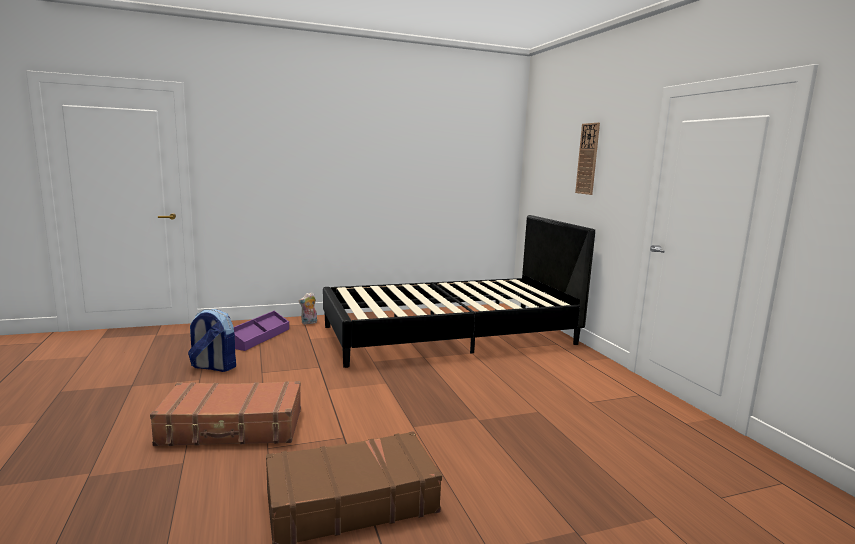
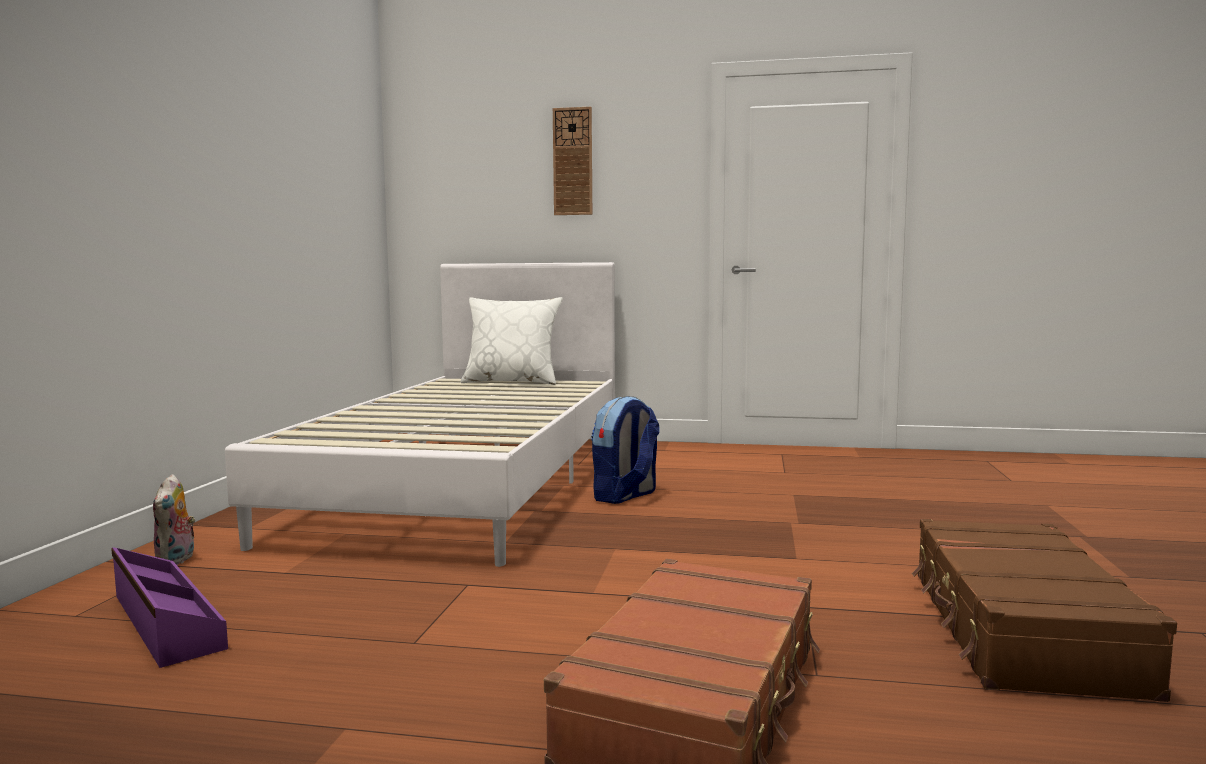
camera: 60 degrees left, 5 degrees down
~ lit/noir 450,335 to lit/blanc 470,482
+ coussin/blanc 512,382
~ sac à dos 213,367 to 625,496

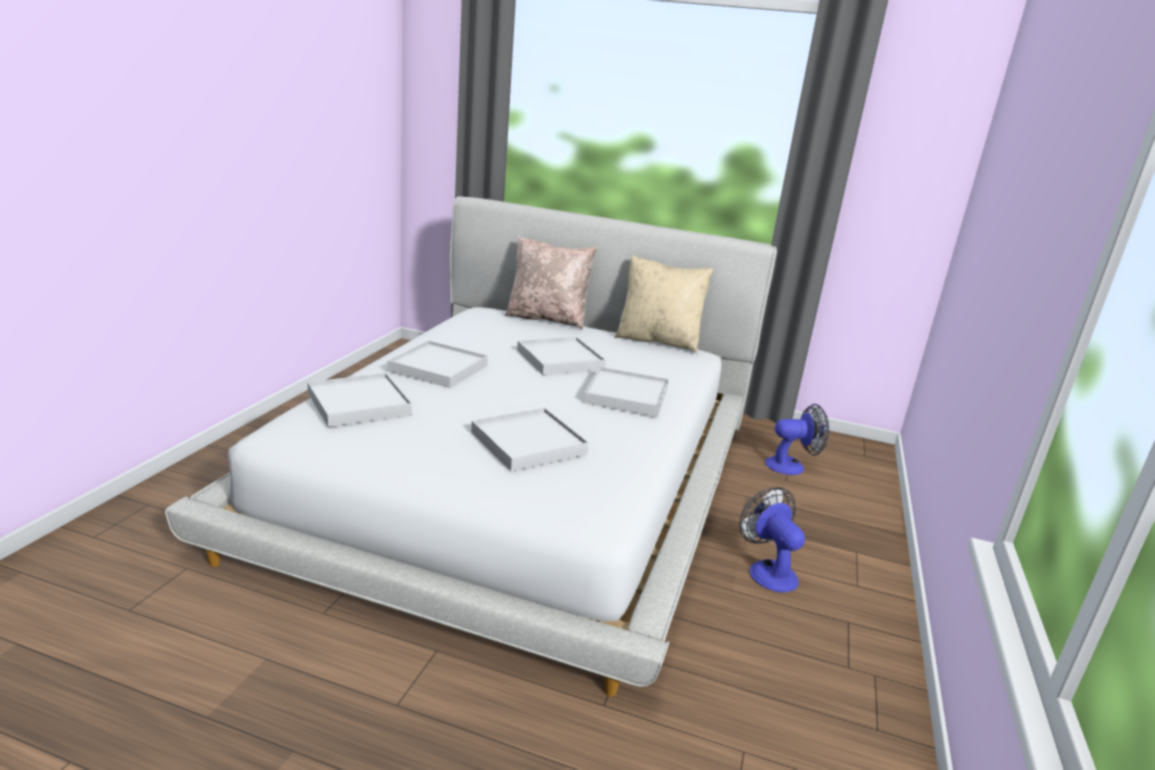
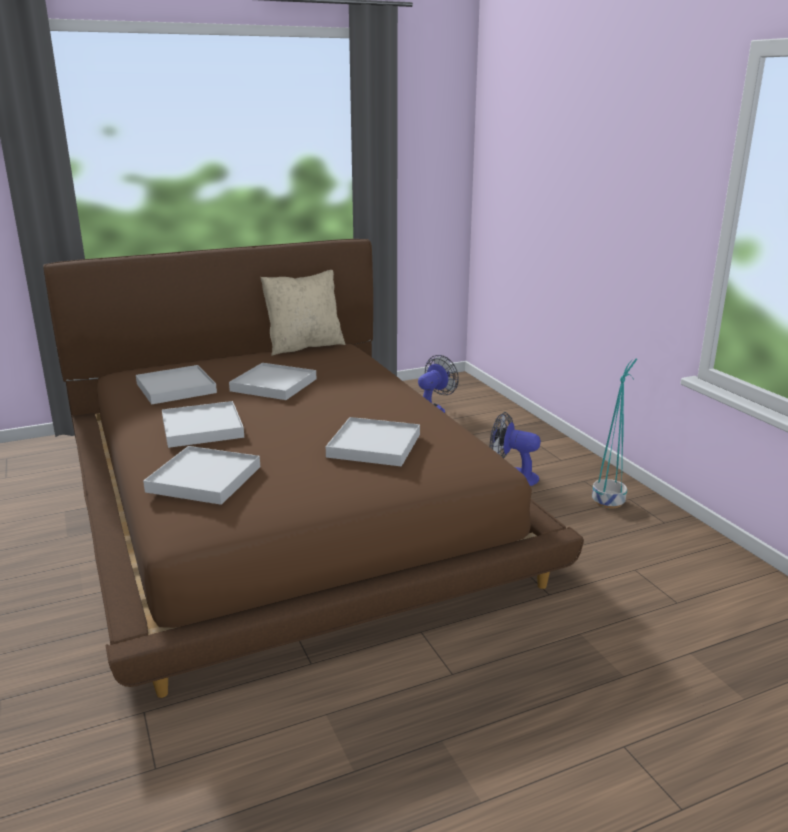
camera: 40 degrees left, 0 degrees up
~ lit/blanc 521,476 to lit/marron 284,501
~ plateau/blanc 627,395 to 176,388
+ cache-pot/turquoise 609,501
- coussin/beige 547,318

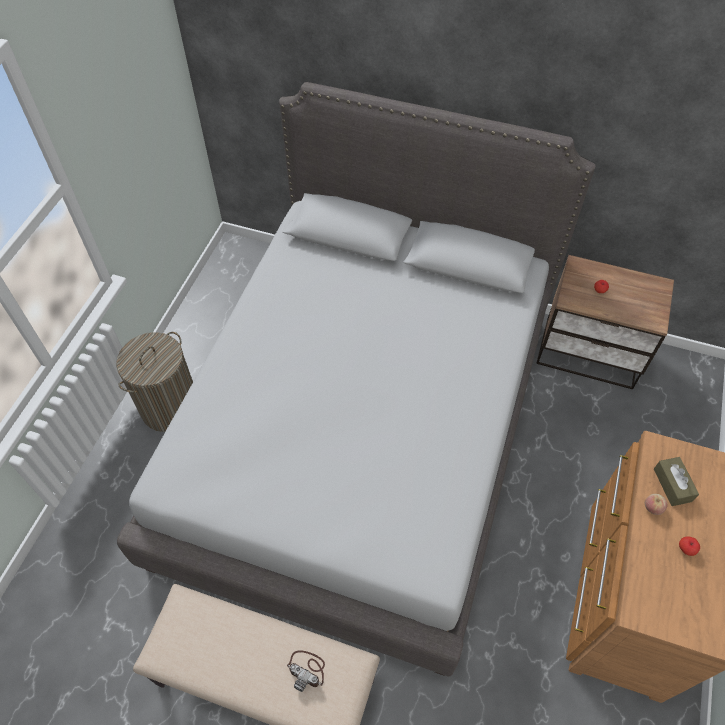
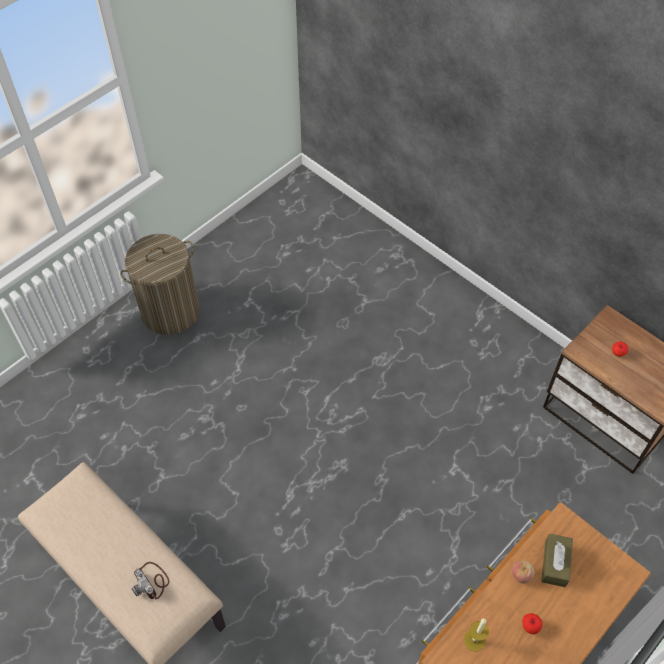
camera: 25 degrees right, 0 degrees up
+ bougie 474,640
- lit/gris 363,431

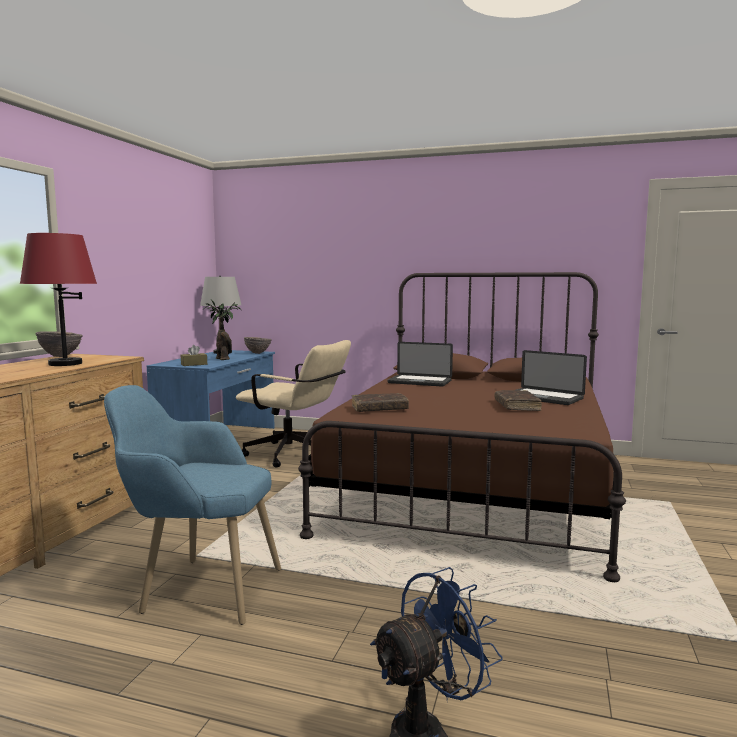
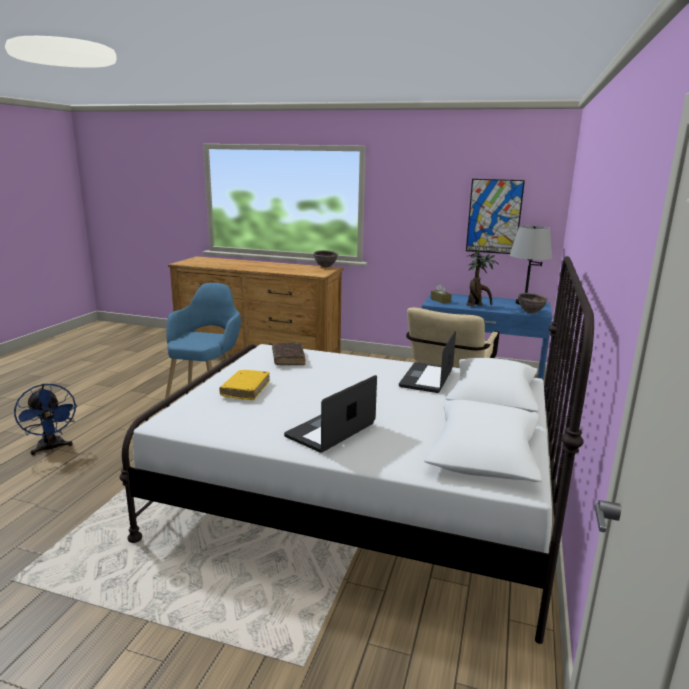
camera: 90 degrees right, 10 degrees up
~ lit/marron 473,488 to lit/blanc 359,498
+ livre/jaune 245,390
+ tableau 494,216
- lampe de table/rouge 65,364
- livre/marron 516,406

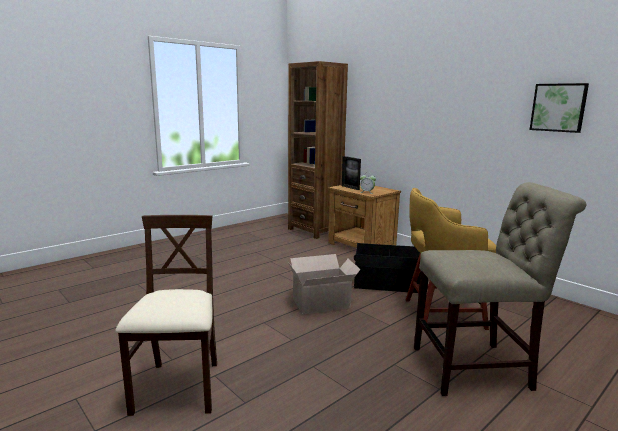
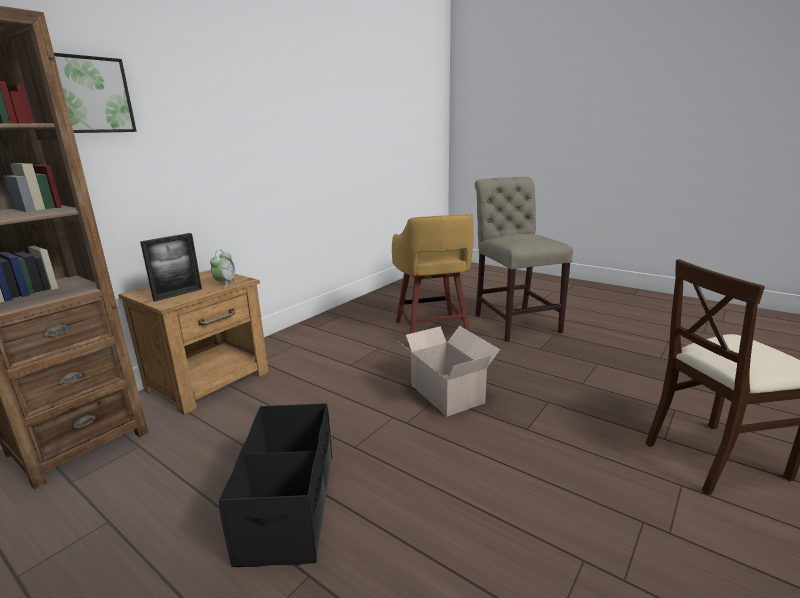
camera: 100 degrees left, 5 degrees up
~ tableau 558,107 to 89,95
~ boîte de rangement/noir 387,284 to 289,505

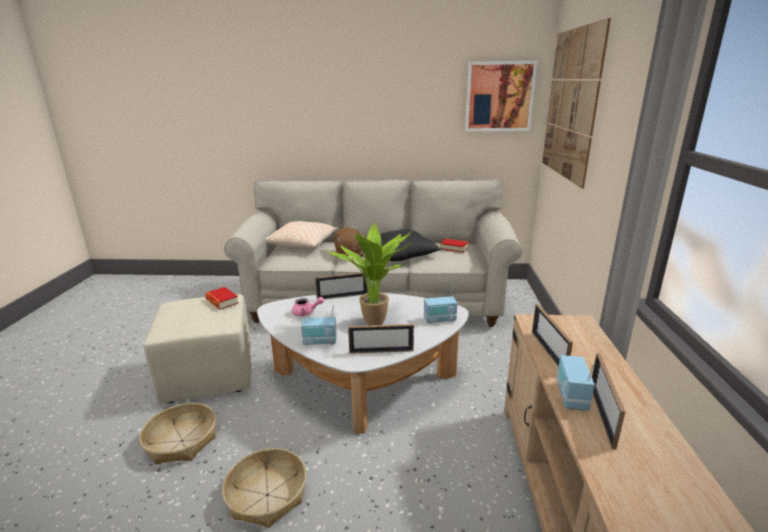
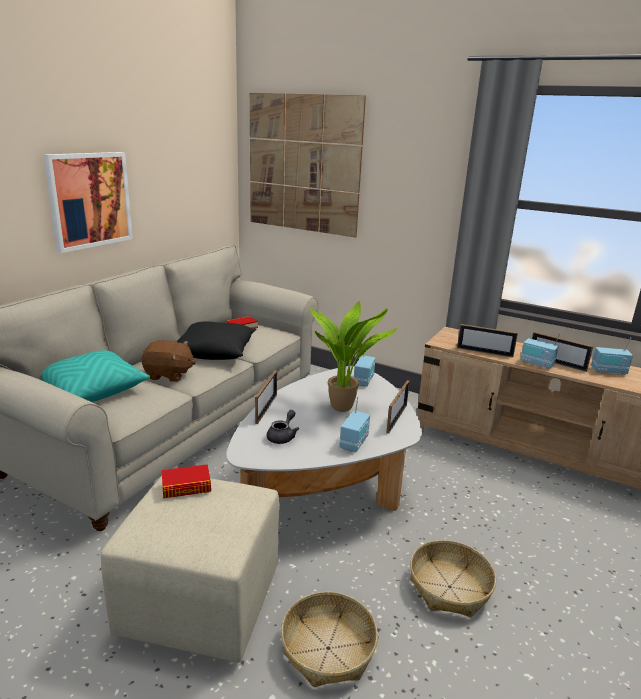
camera: 65 degrees left, 0 degrees up
~ coussin/beige 302,244 to coussin/turquoise 91,390
~ tableau 499,96 to 89,200
~ théière/rose 306,313 to théière/gris 283,436
+ radio 608,371

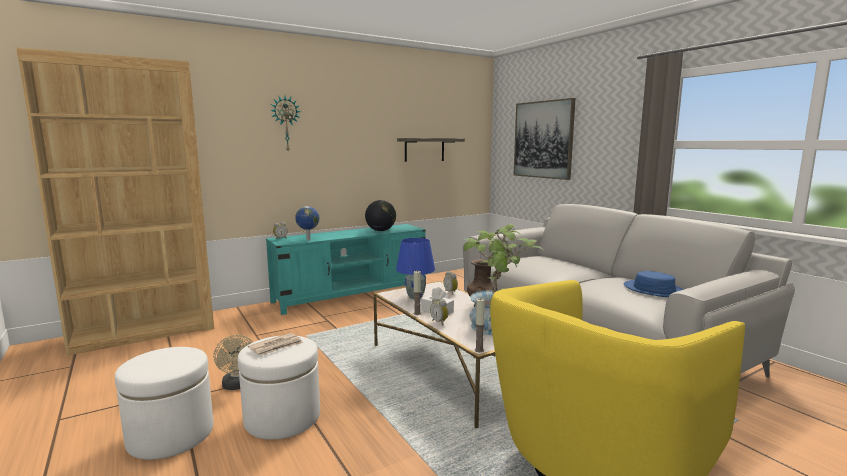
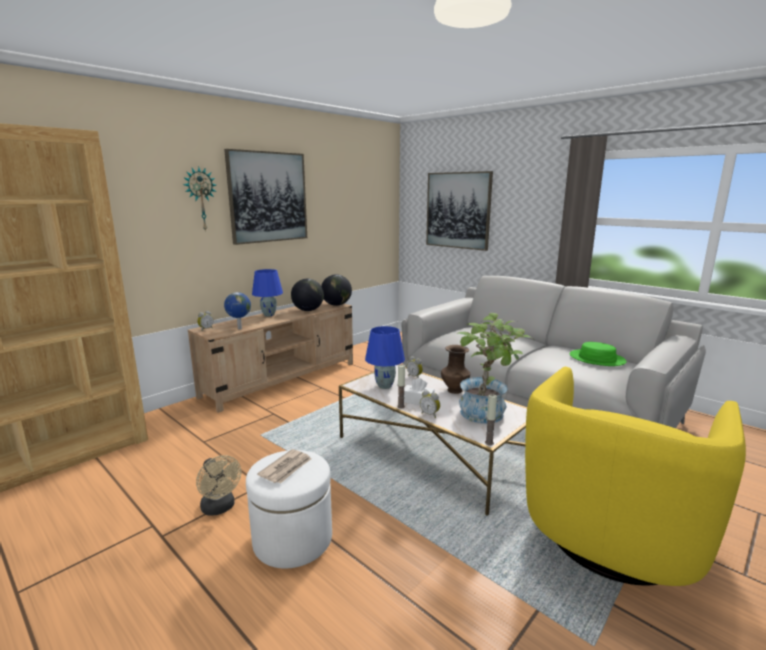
camera: 15 degrees left, 5 degrees up
~ meuble télé/turquoise 352,295 to meuble télé/beige 282,379
+ tableau 268,197
+ lampe de table/bleu 268,315
+ globe 336,305
~ chapeau/bleu 654,290 to chapeau/vert 597,359
- pouf/blanc 171,435
- étagère 424,149

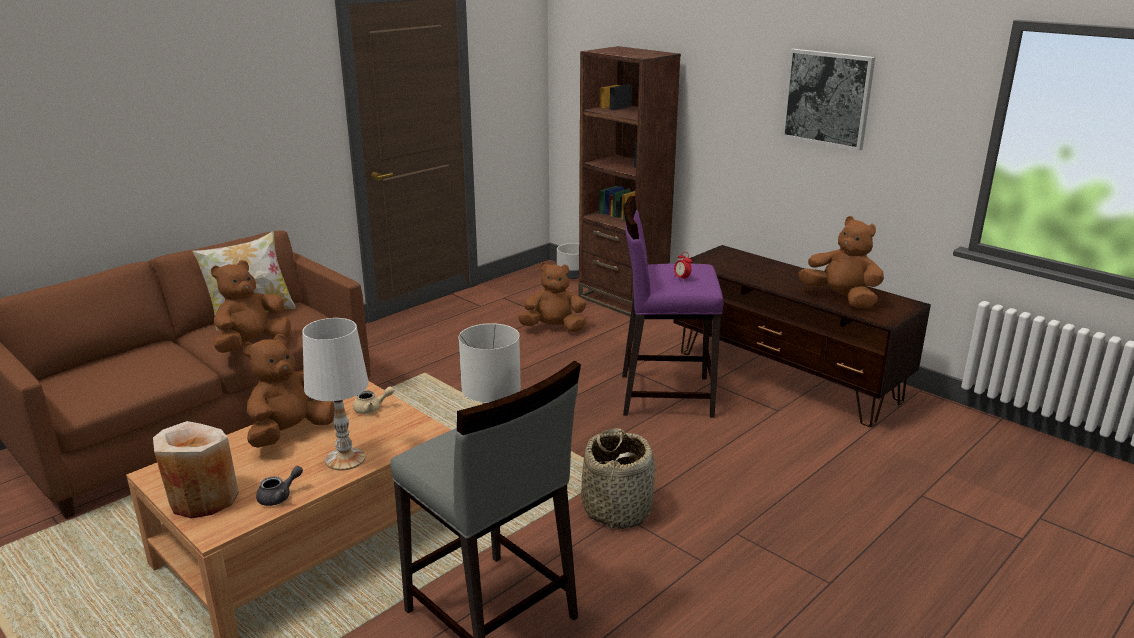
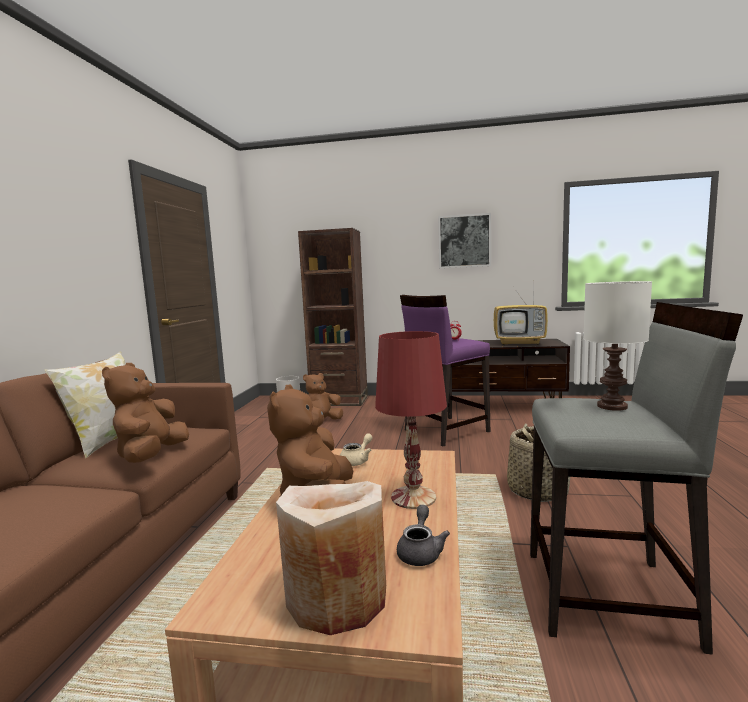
camera: 35 degrees left, 15 degrees down
~ lampe de table/blanc 345,459 to lampe de table/rouge 413,497
~ peluche/marron 841,299 to téléviseur 520,343

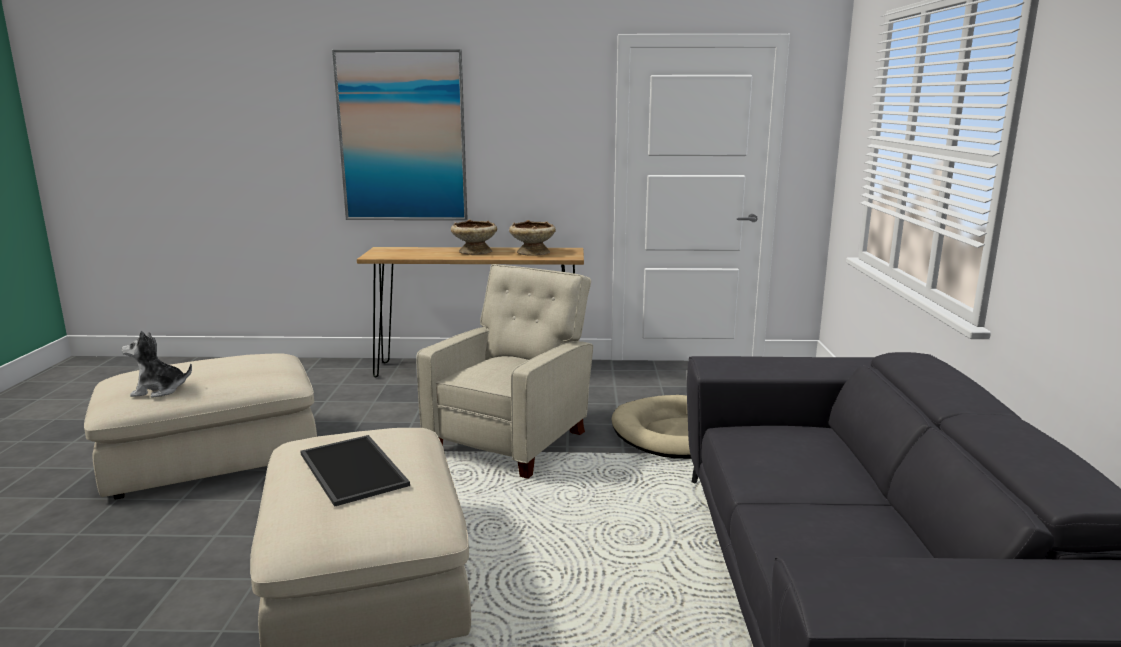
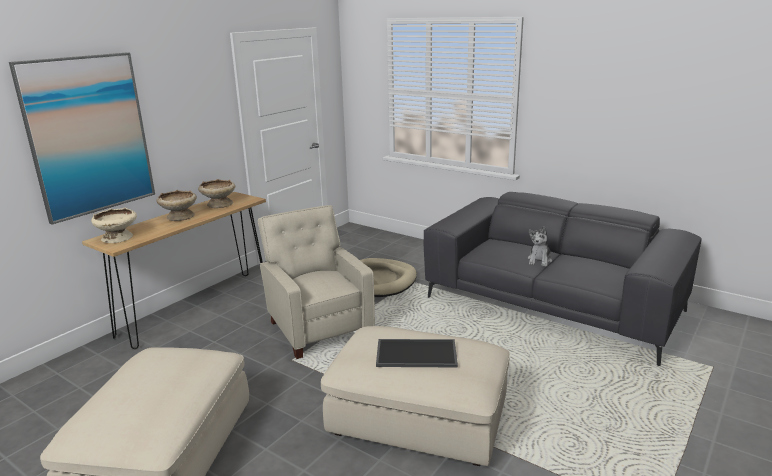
camera: 55 degrees left, 5 degrees up
+ bol/beige 118,237
~ peluche 159,390 to 539,260

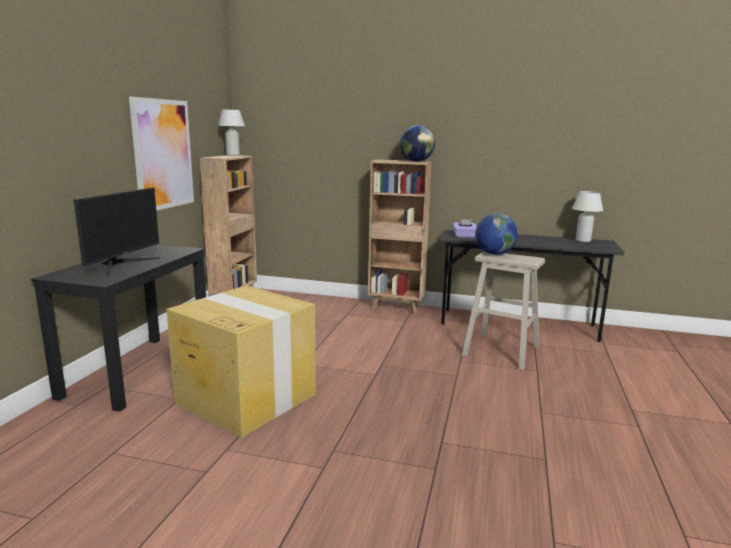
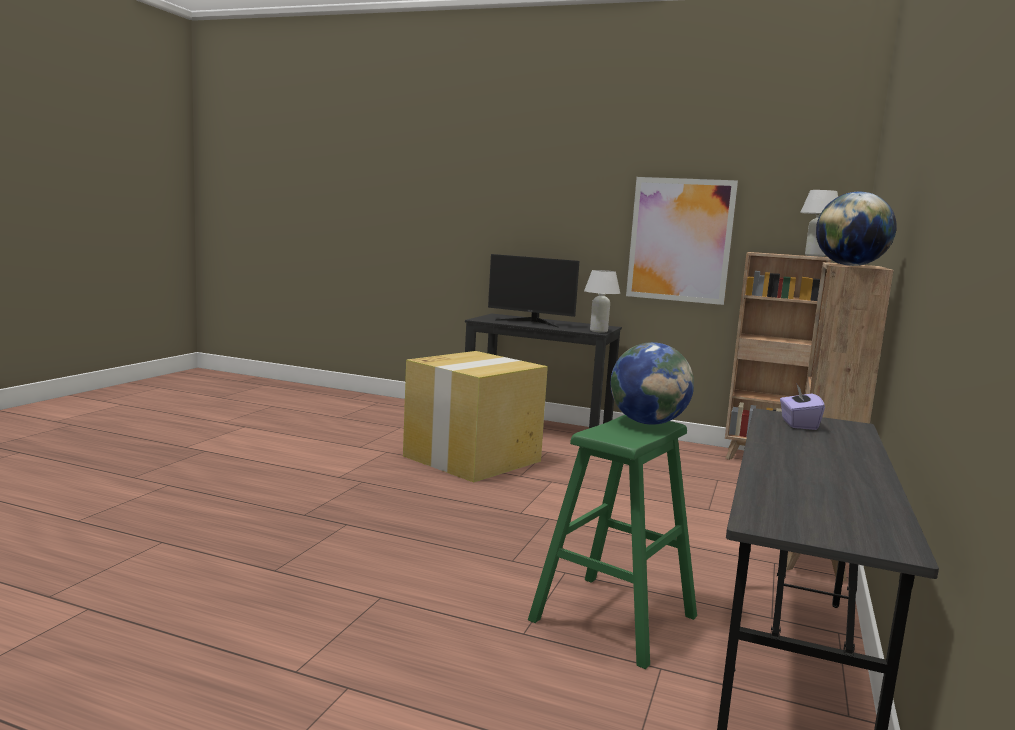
camera: 95 degrees right, 5 degrees down
~ tabouret/beige 500,351 to tabouret/vert 614,618
~ lampe de table/blanc 583,241 to 598,331

